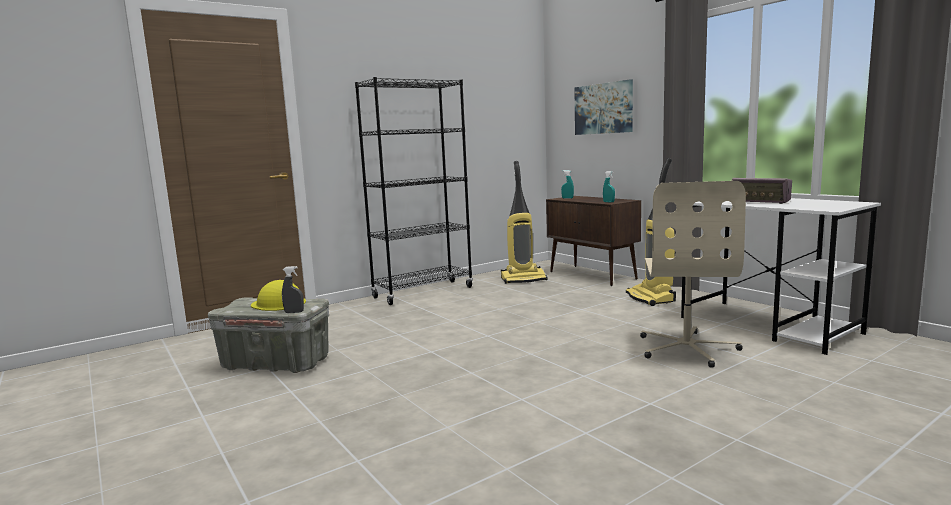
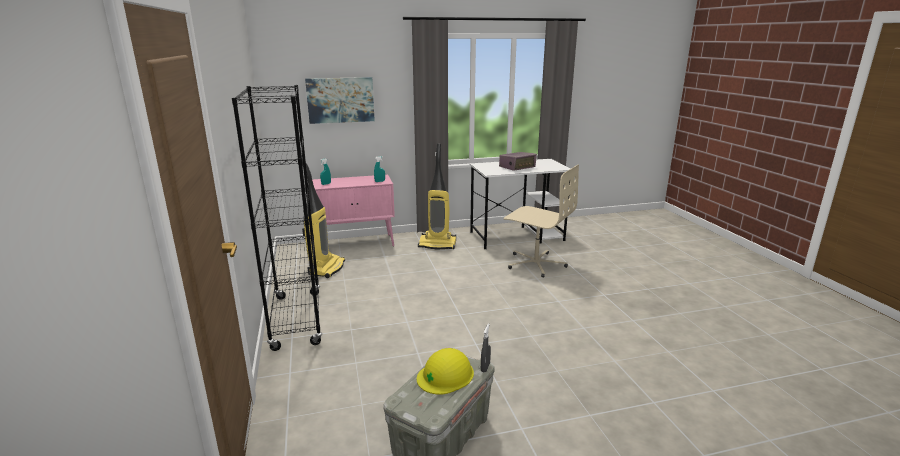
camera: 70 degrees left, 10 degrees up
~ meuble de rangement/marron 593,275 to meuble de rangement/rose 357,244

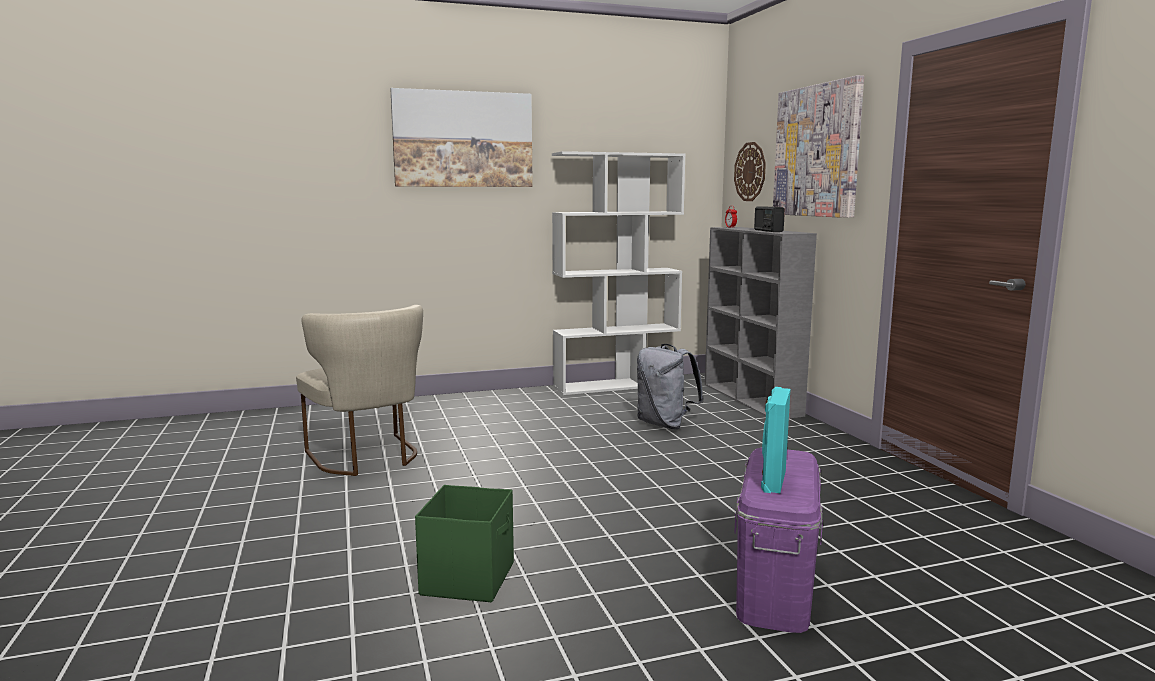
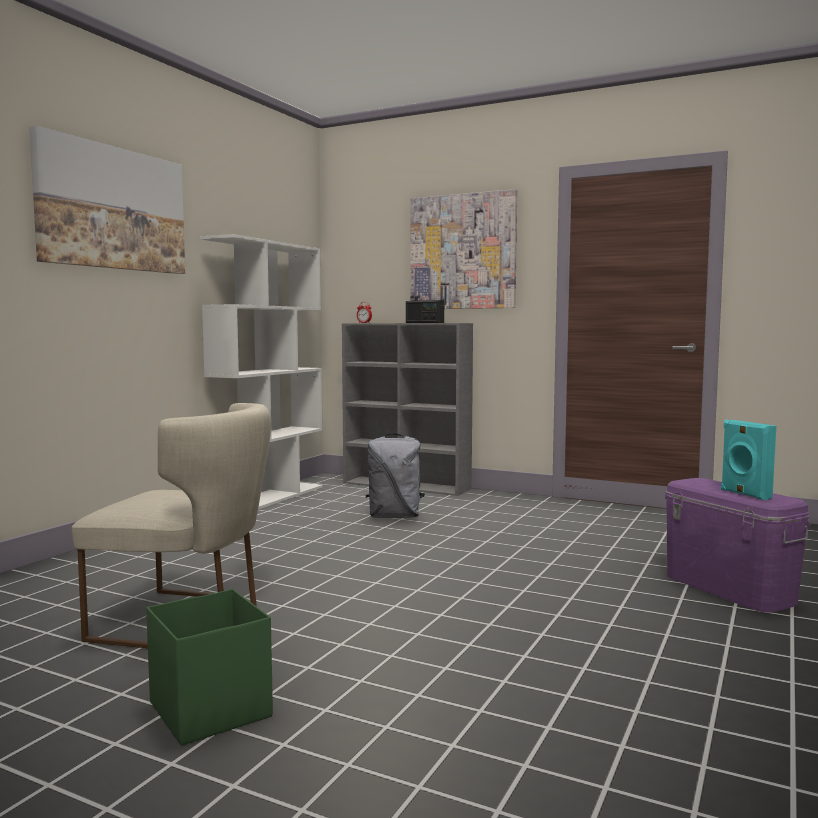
camera: 45 degrees left, 5 degrees down
~ boîte de rangement/vert 469,578 to 210,709
- horloge murale 750,172

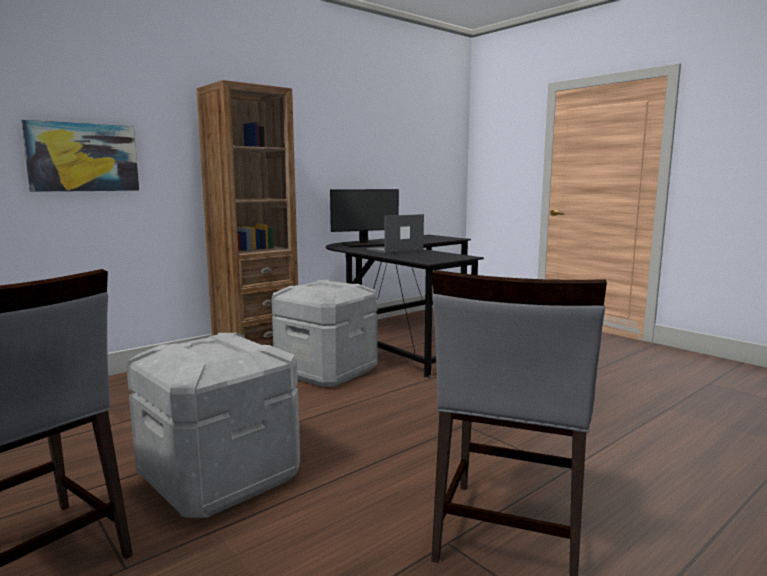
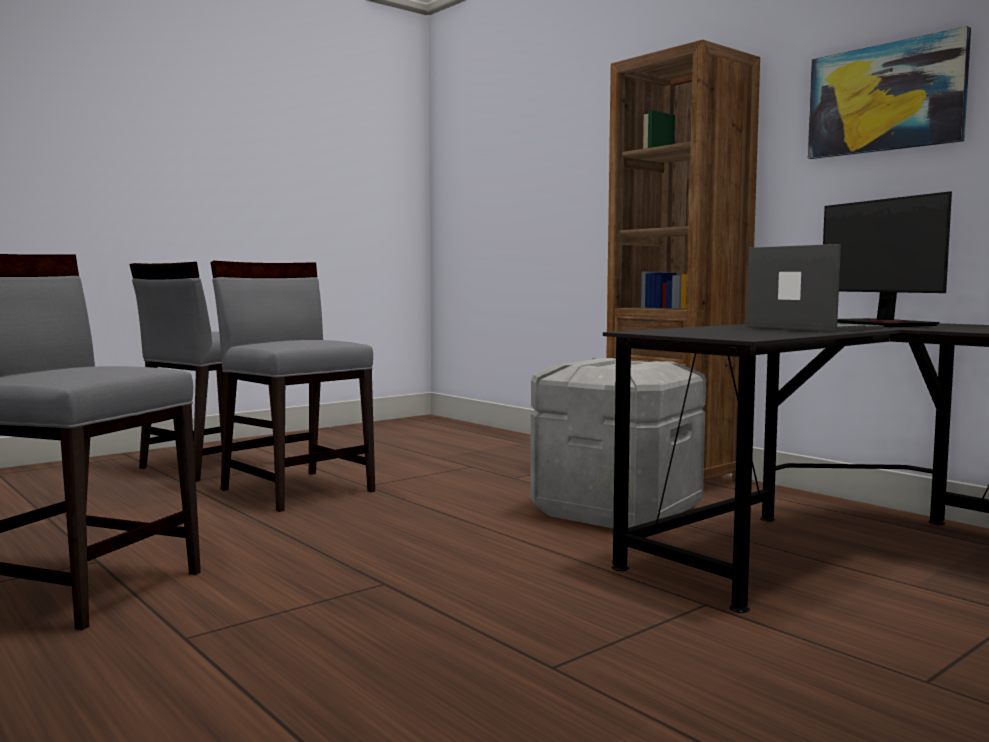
camera: 90 degrees right, 5 degrees down
~ boîte de rangement/gris 219,478 to chaise/gris 297,490
~ tableau 83,157 to 885,98

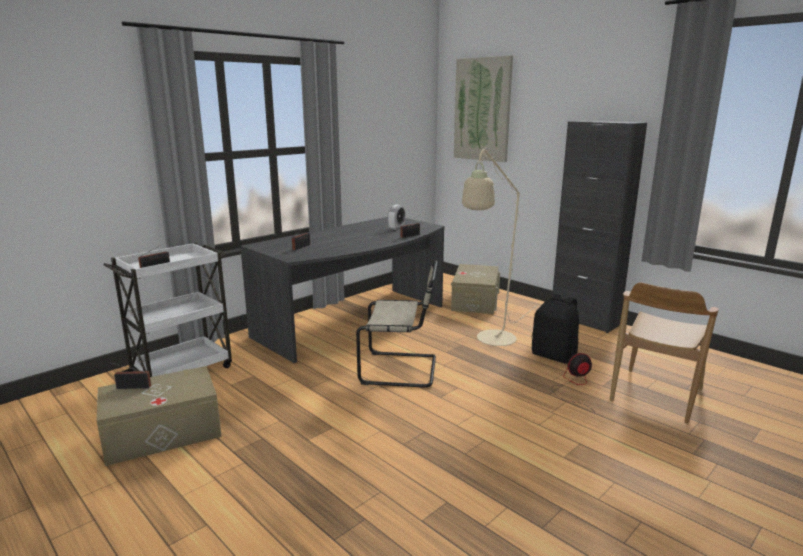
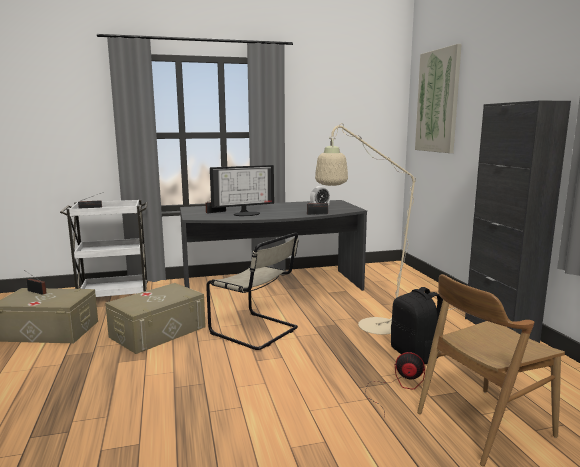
camera: 30 degrees right, 5 degrees down
~ boîte de rangement/beige 475,301 to 158,332
+ écran d'ordinateur 246,213

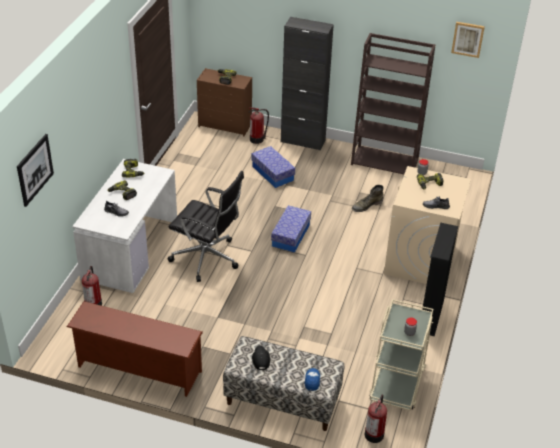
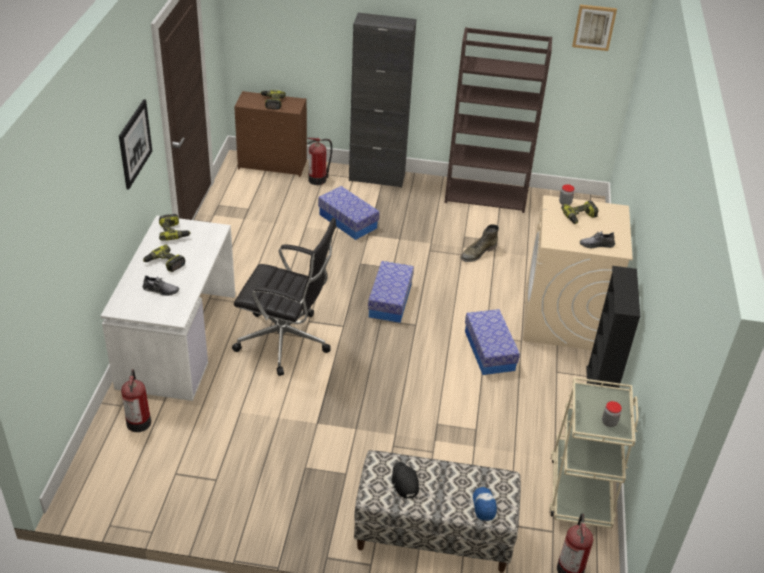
camera: 10 degrees left, 0 degrees up
~ tableau 35,169 to 135,143
+ boîte de rangement 489,351
- étagère à chaussures/marron 138,369

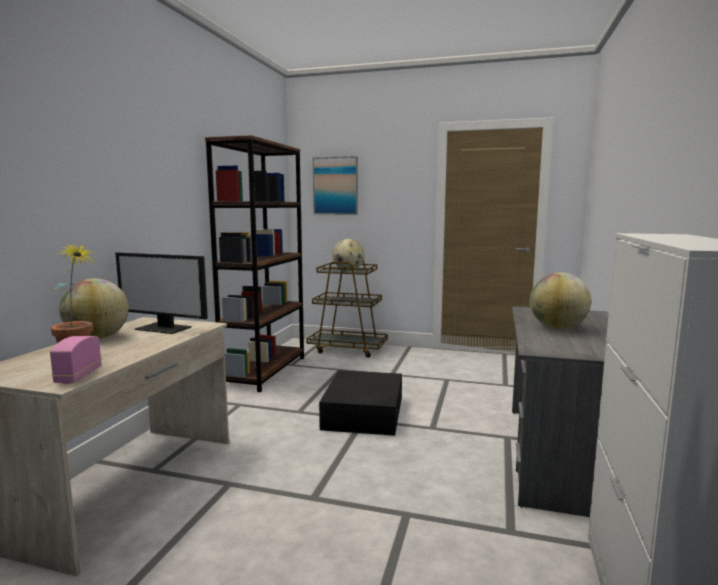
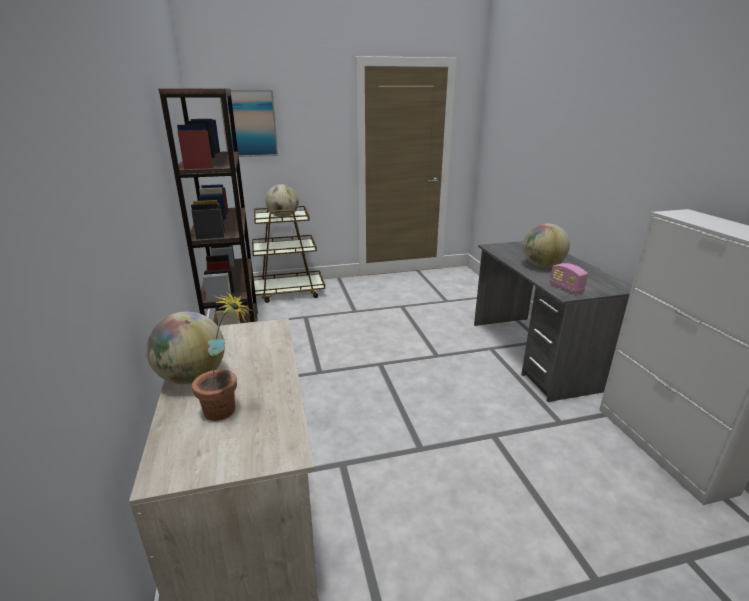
camera: 30 degrees left, 15 degrees up
~ radio 78,375 to 566,288
- écran d'ordinateur 164,328
- boîte de rangement/noir 363,413

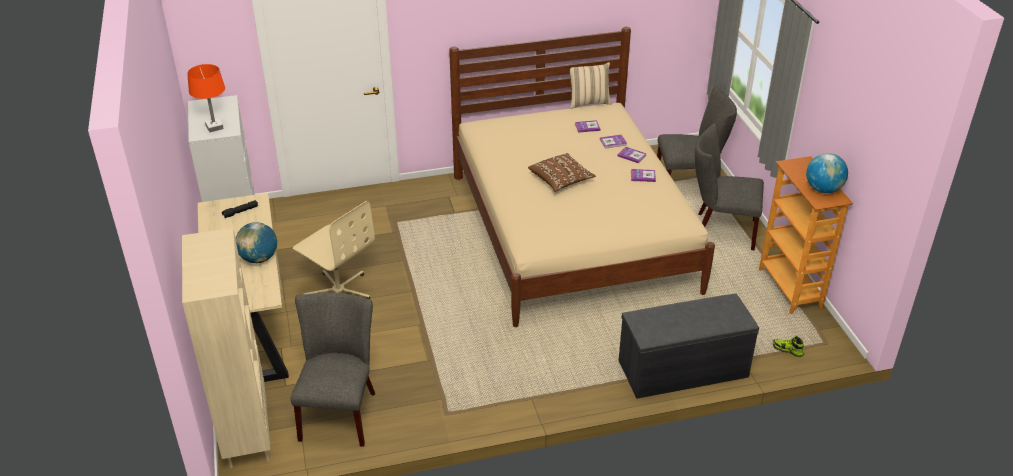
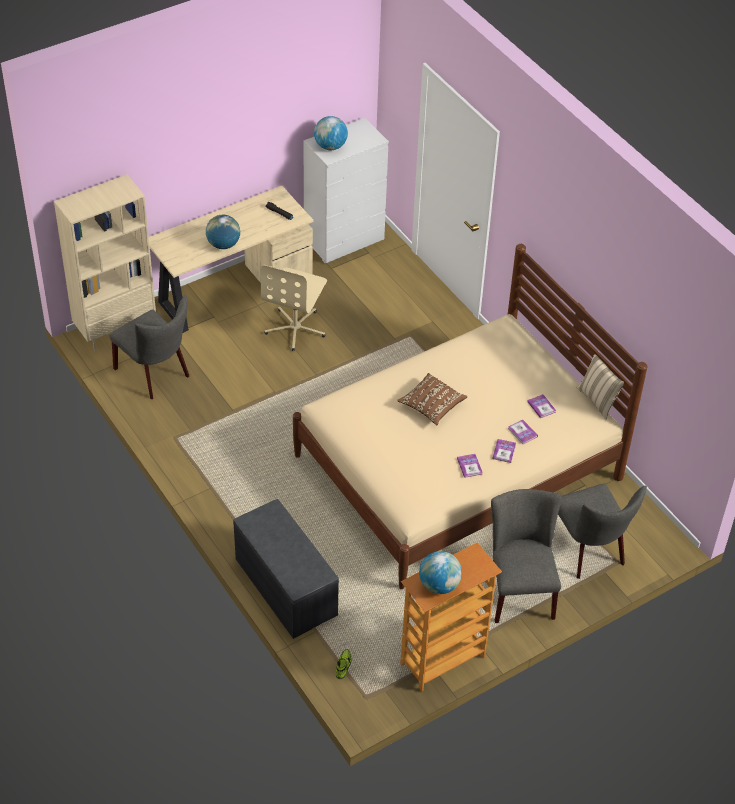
camera: 70 degrees right, 10 degrees up
~ chaise/gris 340,412 = 155,374 60 degrees clockwise
~ lampe de table/orange 214,127 to globe 330,146

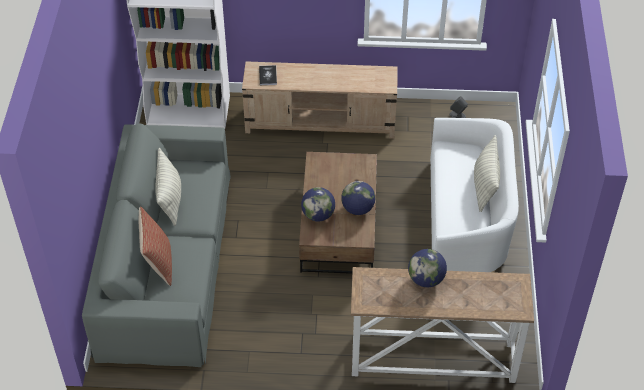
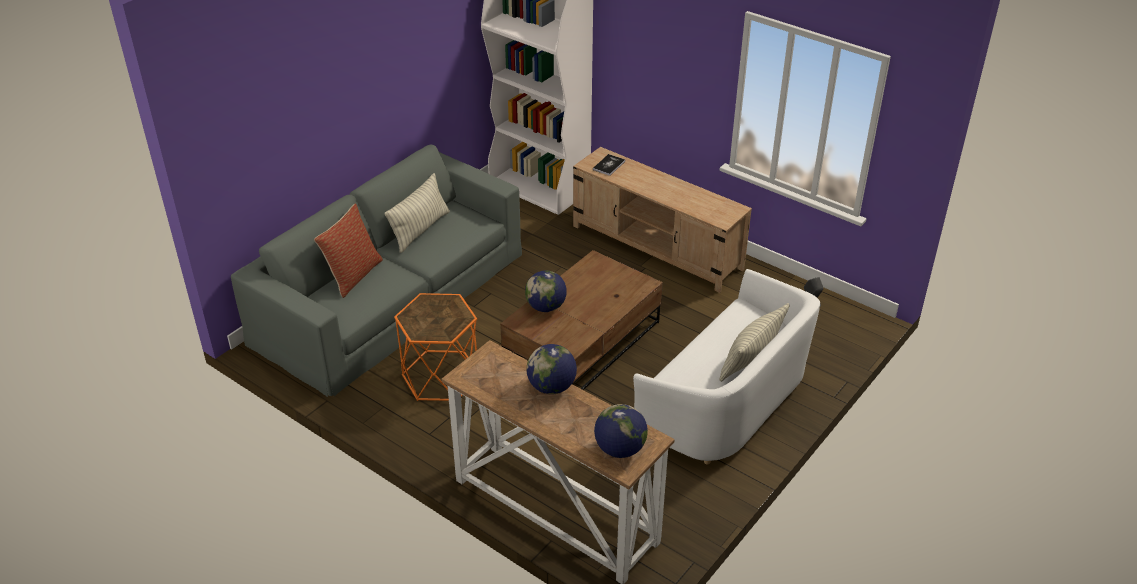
camera: 35 degrees right, 10 degrees down
+ table d'appoint/orange 441,376
~ globe 358,209 to 620,449

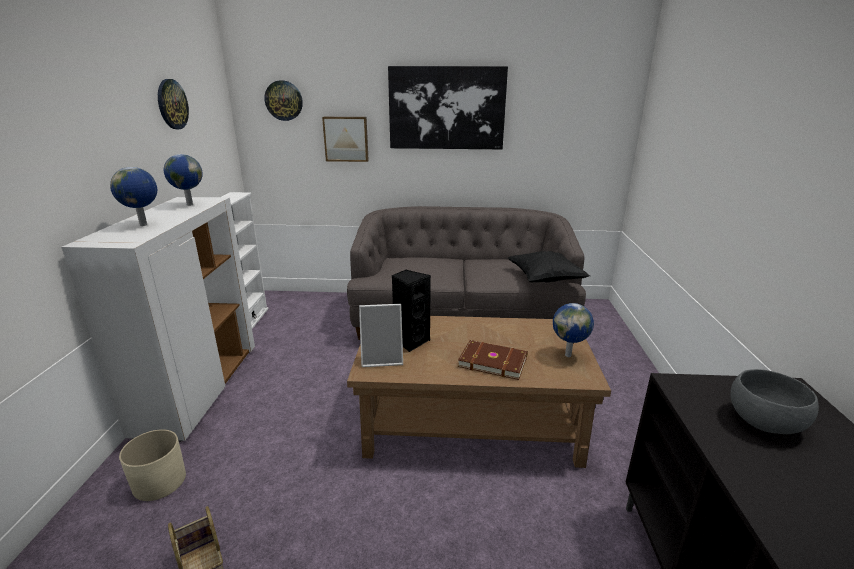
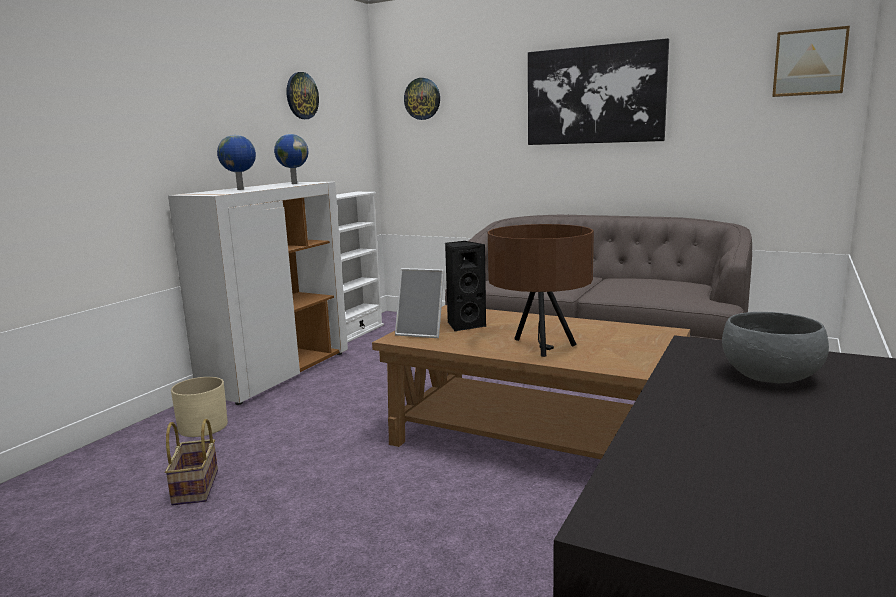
camera: 25 degrees right, 10 degrees down
~ livre/marron 492,361 to lampe de table/marron 539,346
~ tableau 346,139 to 809,63
- coussin/noir 545,280
- globe 568,355

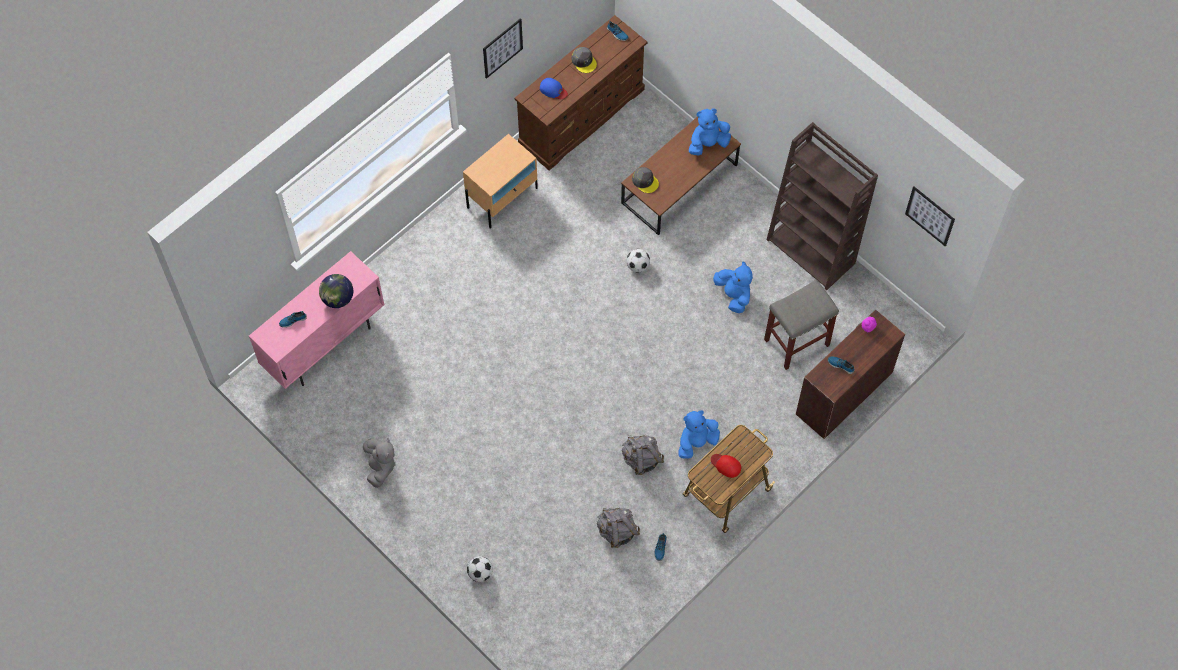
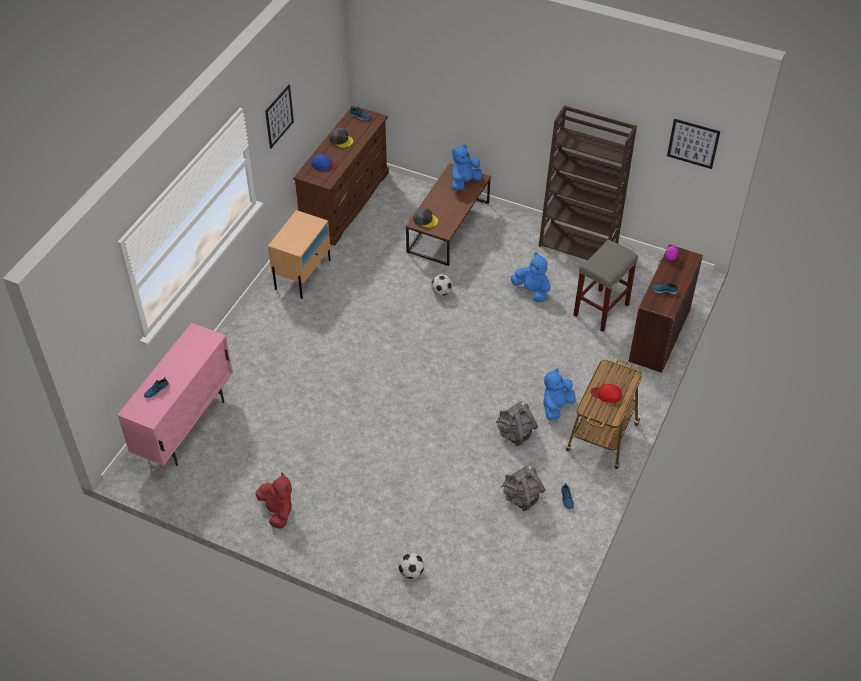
camera: 20 degrees left, 15 degrees down
~ peluche/gris 380,467 to peluche/rouge 278,511
- globe 338,299

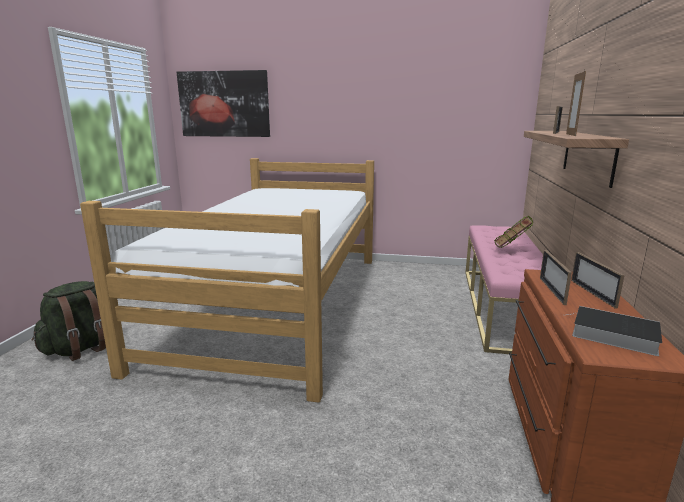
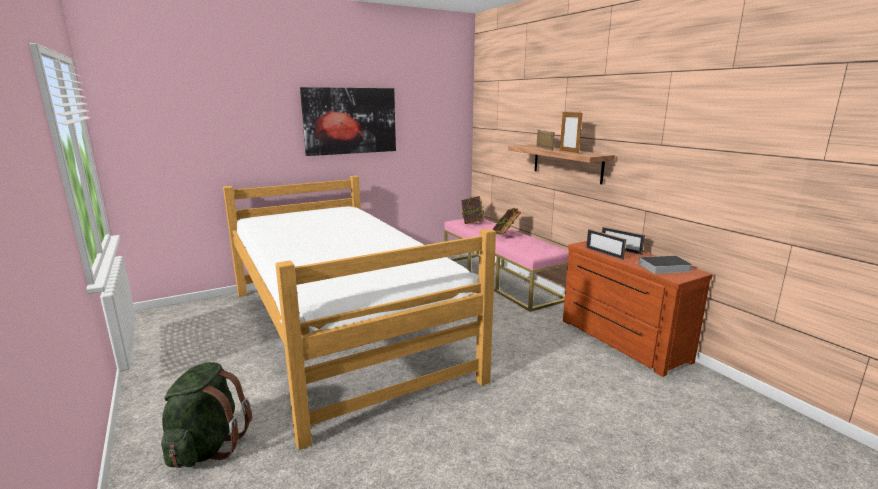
camera: 40 degrees left, 0 degrees up
~ tableau 224,104 to 350,121
+ livre 472,222

